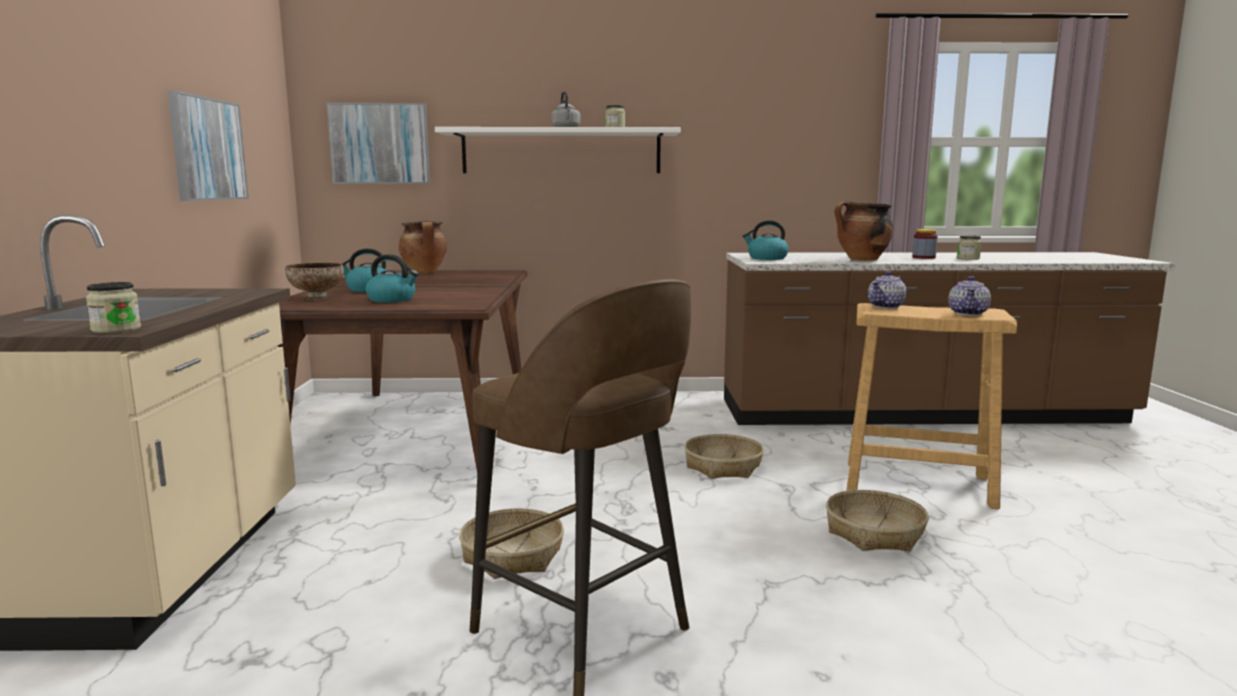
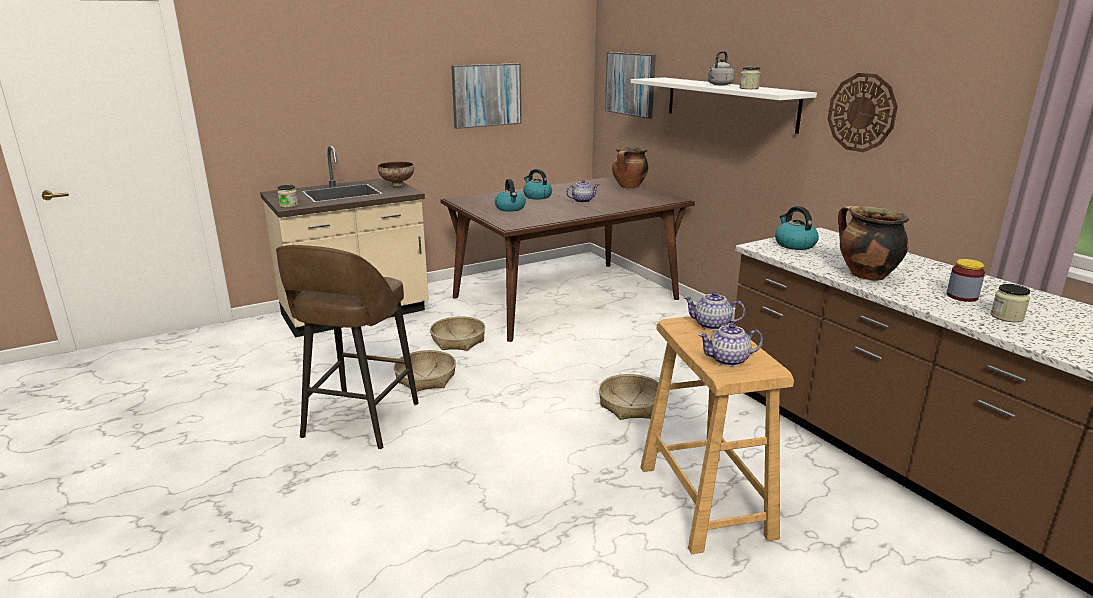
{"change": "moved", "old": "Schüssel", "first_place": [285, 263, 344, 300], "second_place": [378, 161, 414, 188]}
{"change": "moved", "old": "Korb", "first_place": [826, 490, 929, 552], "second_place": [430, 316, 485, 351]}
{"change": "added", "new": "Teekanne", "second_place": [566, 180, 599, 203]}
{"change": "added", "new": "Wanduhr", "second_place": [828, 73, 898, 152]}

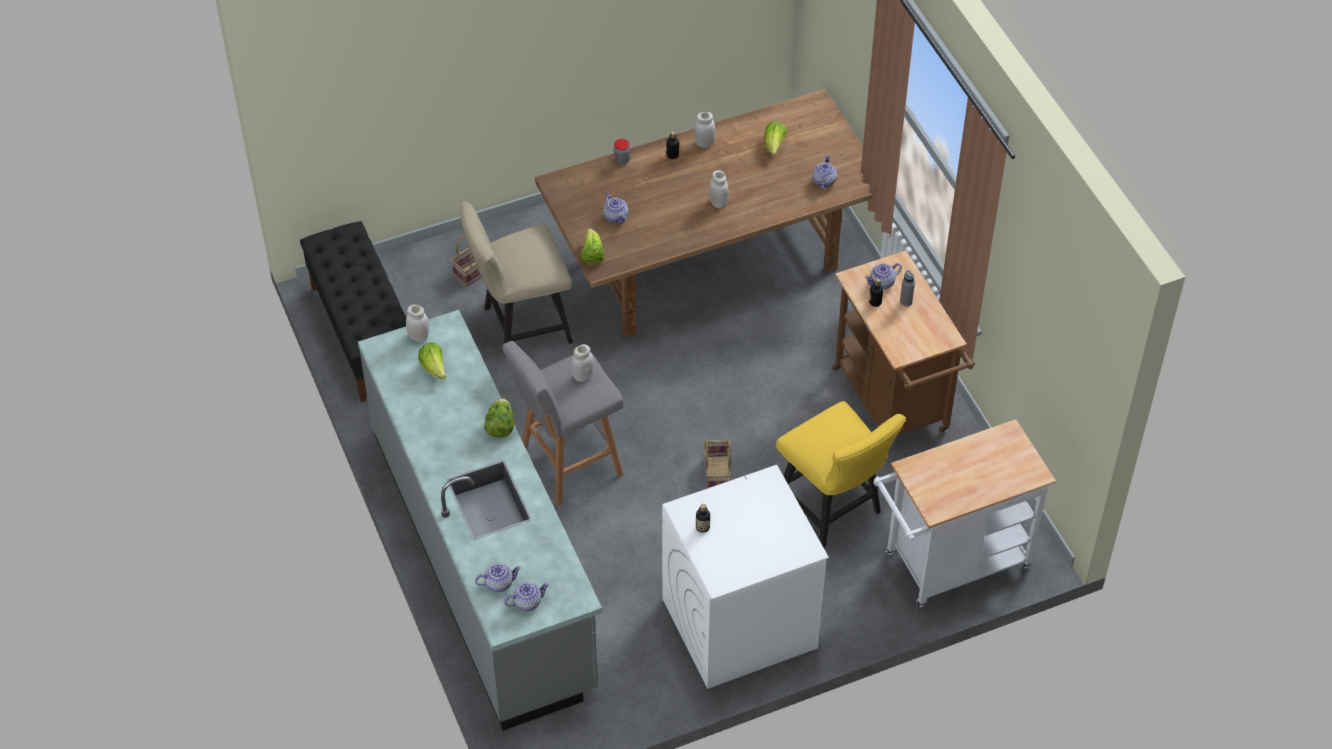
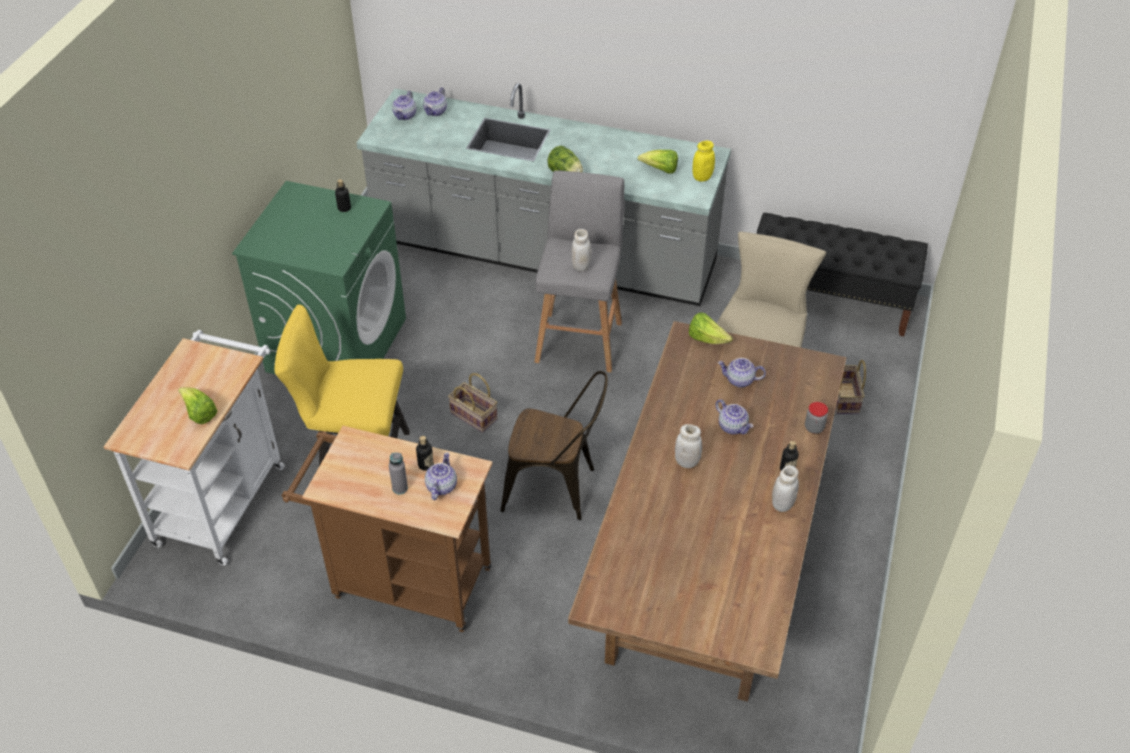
{"change": "recoloured", "old": "Vorratsglas (weiß)", "new": "Vorratsglas (gelb)", "first_place": [406, 304, 429, 342], "second_place": [692, 141, 715, 182]}
{"change": "recoloured", "old": "Waschmaschine (weiß)", "new": "Waschmaschine (grün)", "first_place": [662, 465, 829, 689], "second_place": [232, 181, 406, 375]}
{"change": "moved", "old": "Salatkopf", "first_place": [764, 121, 787, 156], "second_place": [178, 387, 218, 424]}
{"change": "moved", "old": "Teekanne", "first_place": [813, 155, 837, 190], "second_place": [716, 399, 753, 434]}
{"change": "added", "new": "Stuhl (braun)", "second_place": [500, 371, 608, 520]}

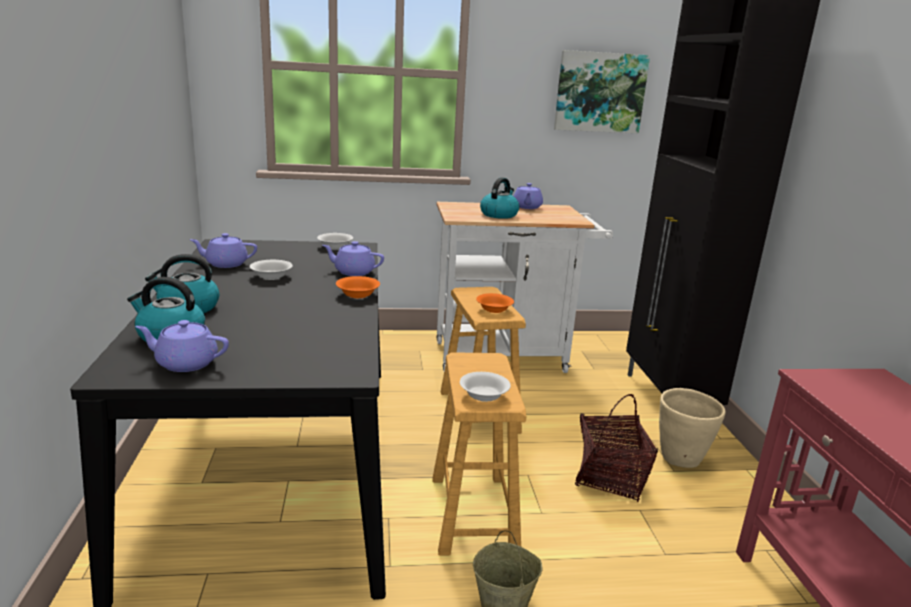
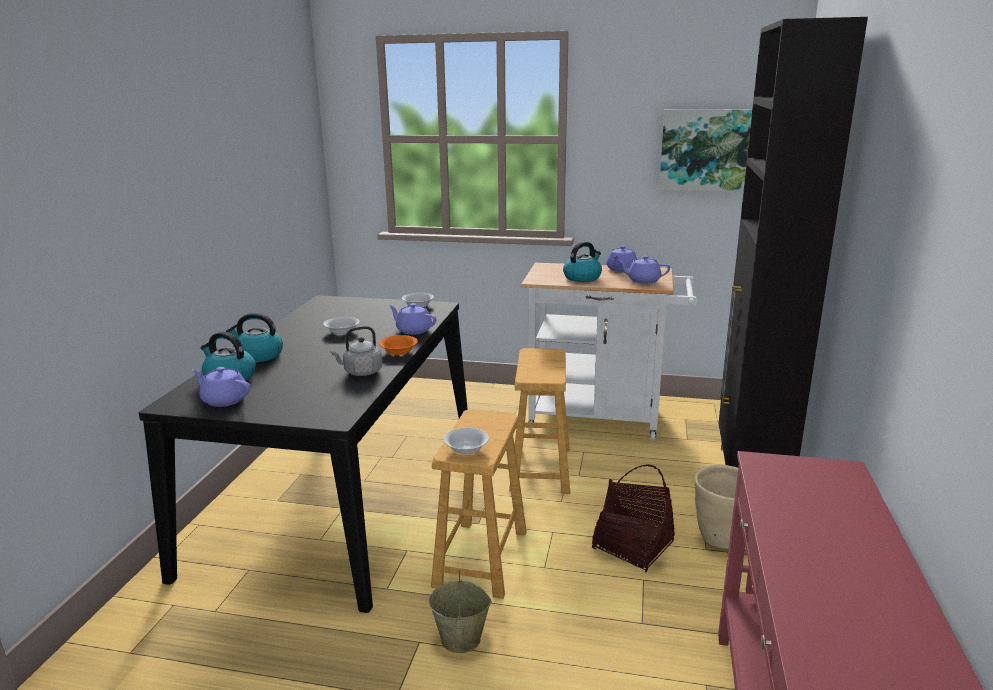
{"change": "moved", "old": "Teekanne (lila)", "first_place": [190, 233, 257, 268], "second_place": [617, 256, 670, 284]}
{"change": "removed", "old": "Schüssel (orange)", "first_place": [476, 293, 514, 313]}
{"change": "added", "new": "Wasserkessel (grau)", "second_place": [330, 326, 383, 376]}

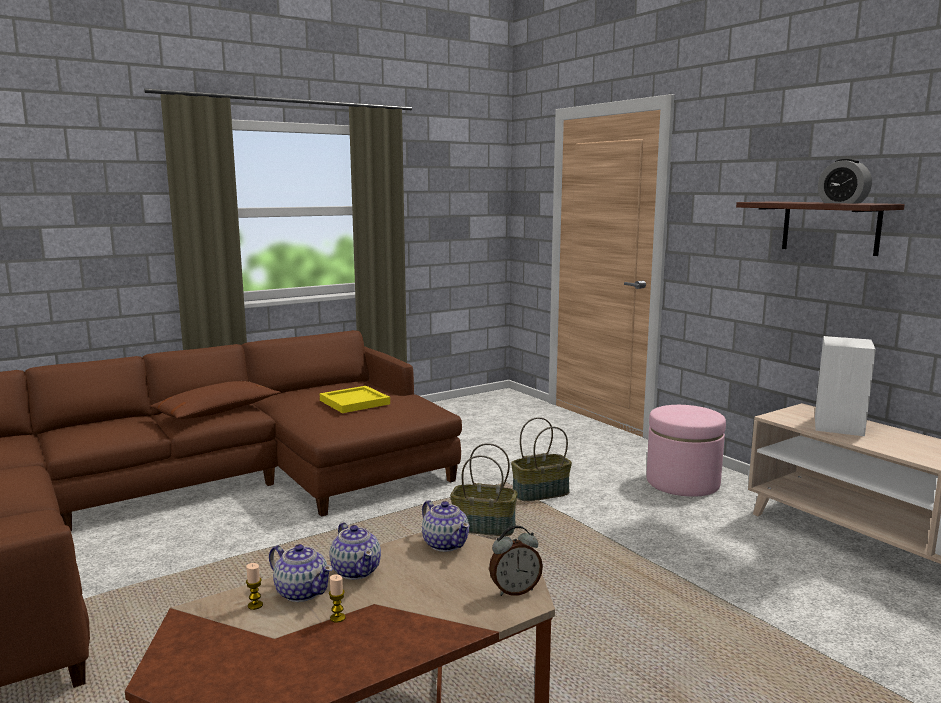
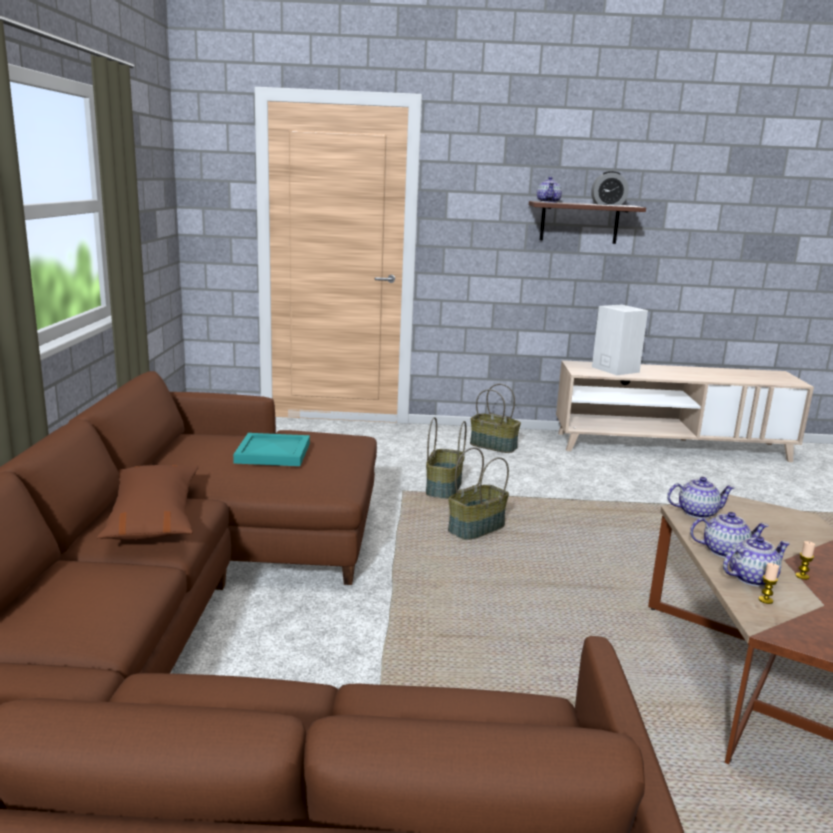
{"change": "recoloured", "old": "Tablett (gelb)", "new": "Tablett (türkis)", "first_place": [320, 386, 390, 413], "second_place": [233, 433, 310, 466]}
{"change": "removed", "old": "Wecker", "first_place": [489, 525, 543, 596]}
{"change": "replaced", "old": "Polsterhocker (rosa)", "new": "Korb", "first_place": [646, 405, 726, 497], "second_place": [470, 384, 521, 453]}
{"change": "added", "new": "Teekanne", "second_place": [537, 177, 562, 203]}

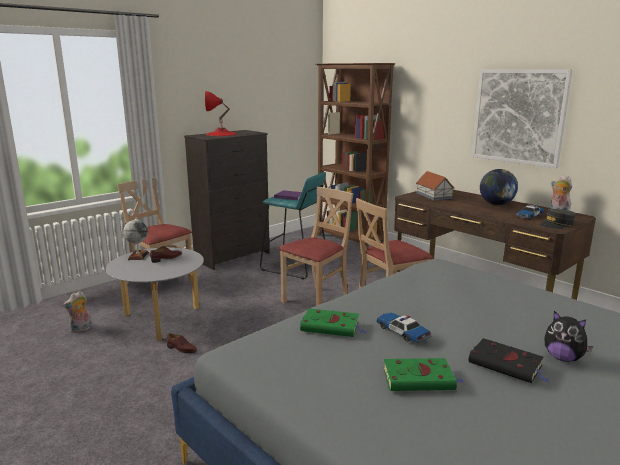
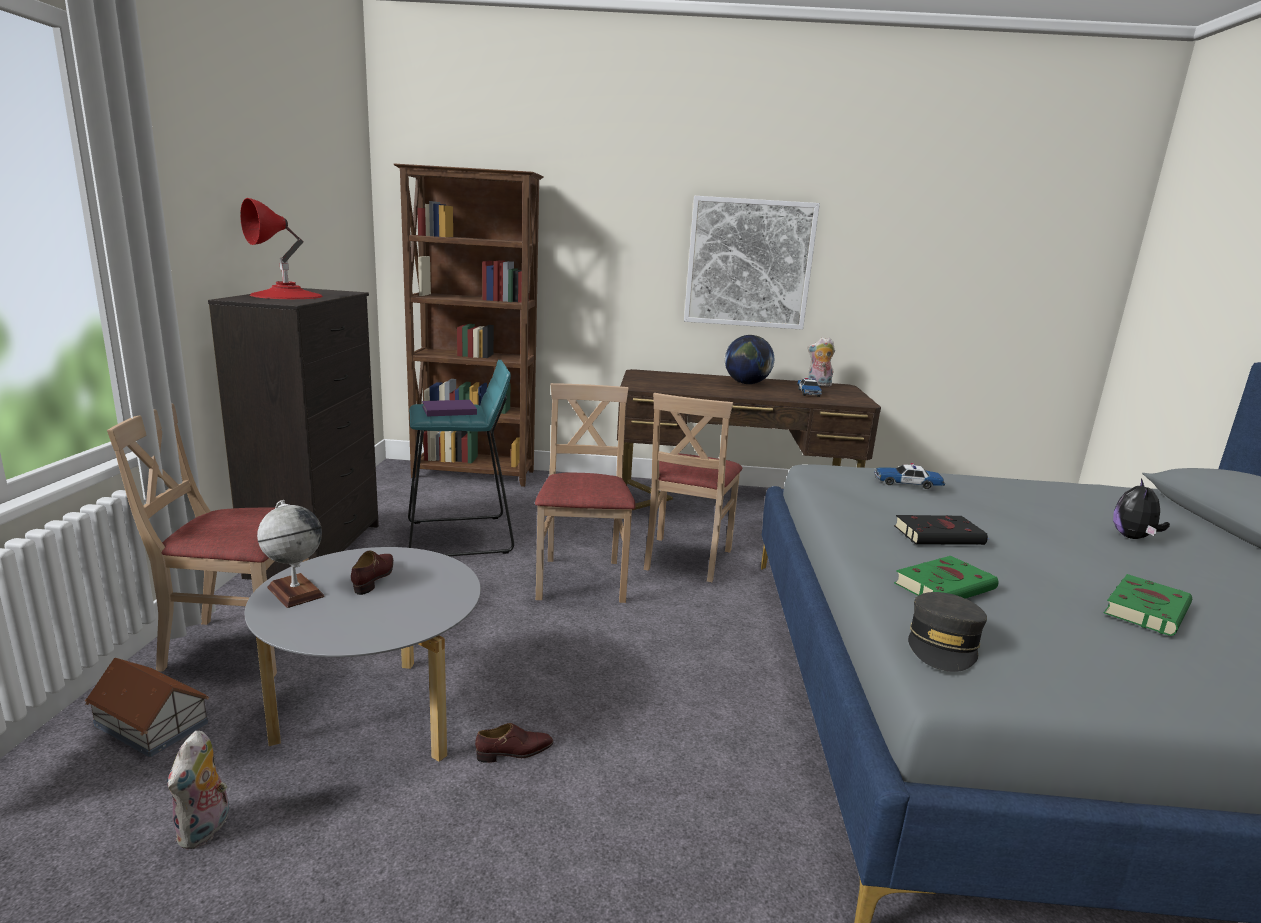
{"change": "moved", "old": "Spielzeugauto", "first_place": [376, 312, 432, 343], "second_place": [874, 463, 945, 489]}
{"change": "moved", "old": "Spielzeughaus", "first_place": [416, 171, 455, 200], "second_place": [85, 658, 209, 757]}
{"change": "moved", "old": "Buch (schwarz)", "first_place": [468, 338, 549, 383], "second_place": [894, 515, 988, 545]}
{"change": "moved", "old": "Kappe (grau)", "first_place": [539, 209, 576, 228], "second_place": [908, 592, 987, 672]}
{"change": "turned", "old": "Plüschtier", "first_place": [544, 311, 593, 362], "second_place": [1113, 478, 1170, 539], "degrees": 120}

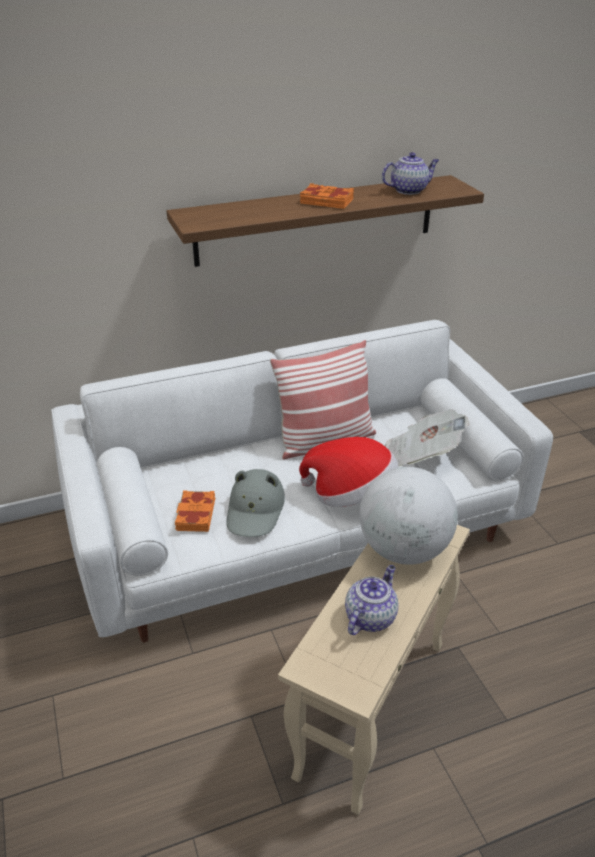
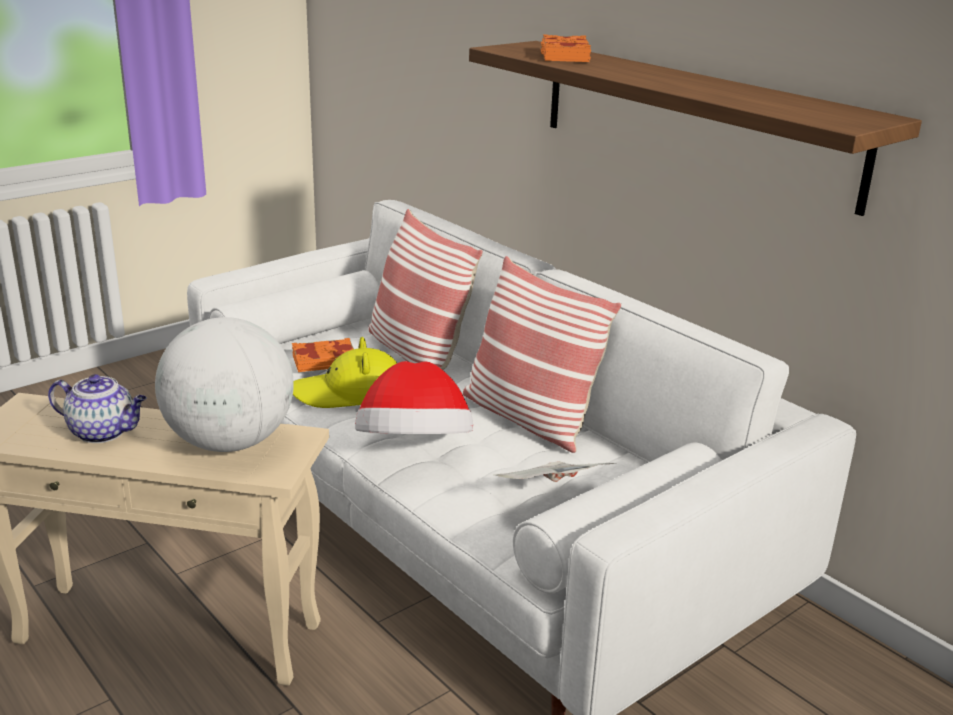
{"change": "recoloured", "old": "Hut (grau)", "new": "Hut (gelb)", "first_place": [227, 469, 285, 537], "second_place": [293, 337, 397, 408]}
{"change": "moved", "old": "Buch (orange)", "first_place": [300, 183, 354, 209], "second_place": [541, 34, 591, 62]}
{"change": "removed", "old": "Teekanne", "first_place": [382, 152, 439, 195]}
{"change": "added", "new": "Kissen", "second_place": [369, 209, 483, 371]}

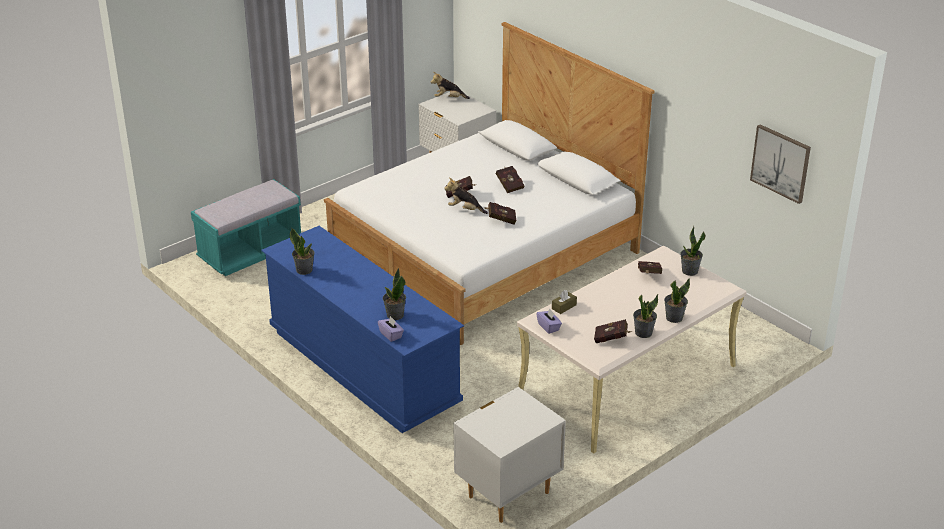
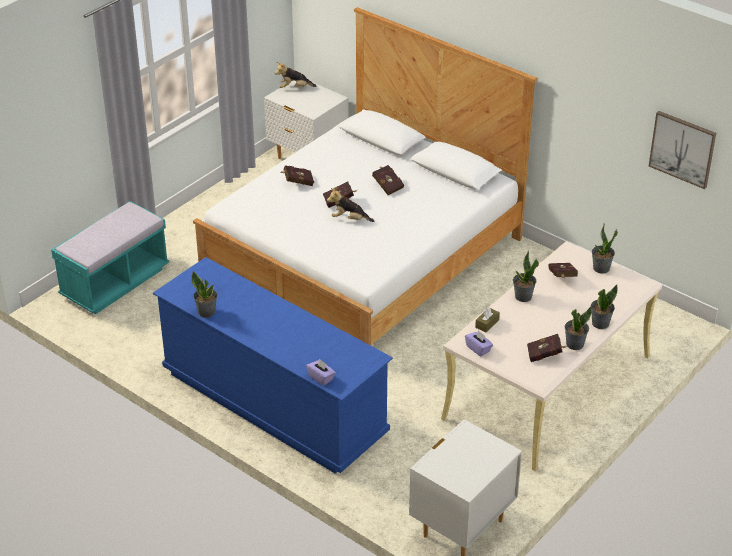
{"change": "moved", "old": "Topfpflanze", "first_place": [383, 268, 406, 320], "second_place": [513, 251, 539, 302]}
{"change": "moved", "old": "Buch (rot)", "first_place": [485, 202, 517, 225], "second_place": [281, 165, 314, 186]}

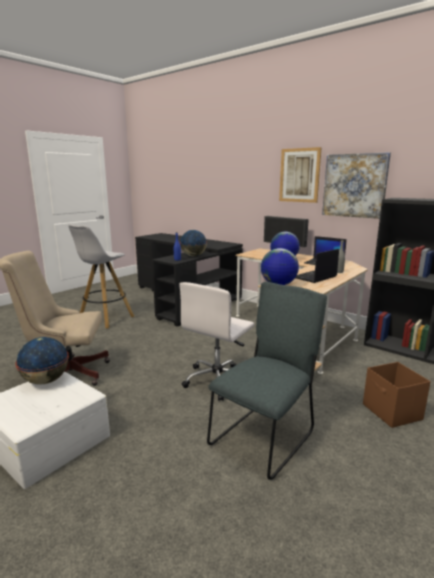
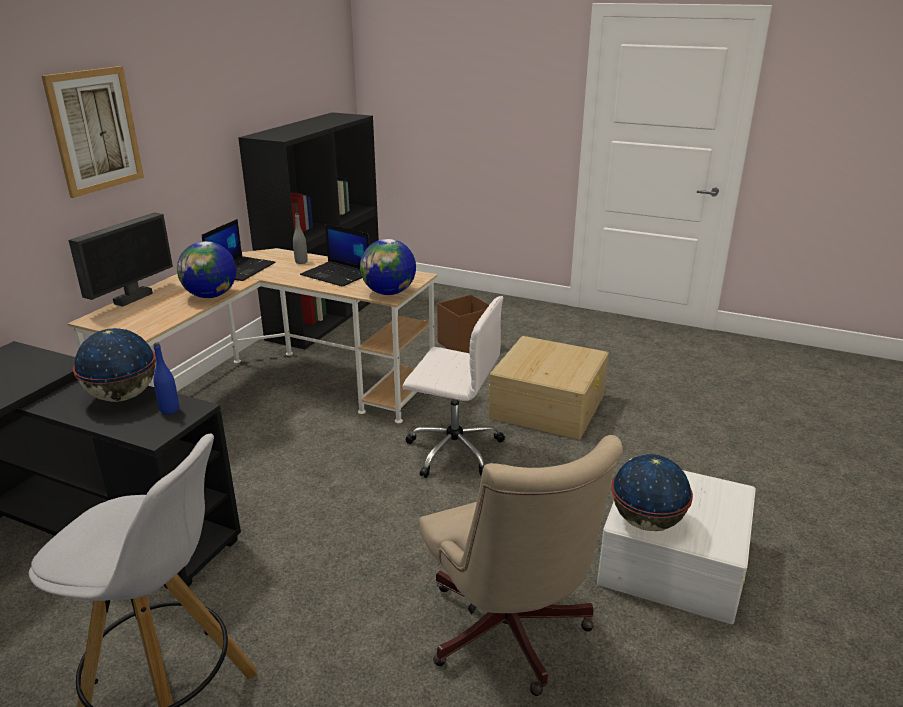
{"change": "replaced", "old": "Stuhl (grau)", "new": "Aufbewahrungsbox (beige)", "first_place": [207, 282, 327, 480], "second_place": [489, 336, 609, 440]}
{"change": "removed", "old": "Bild", "first_place": [322, 152, 391, 219]}

